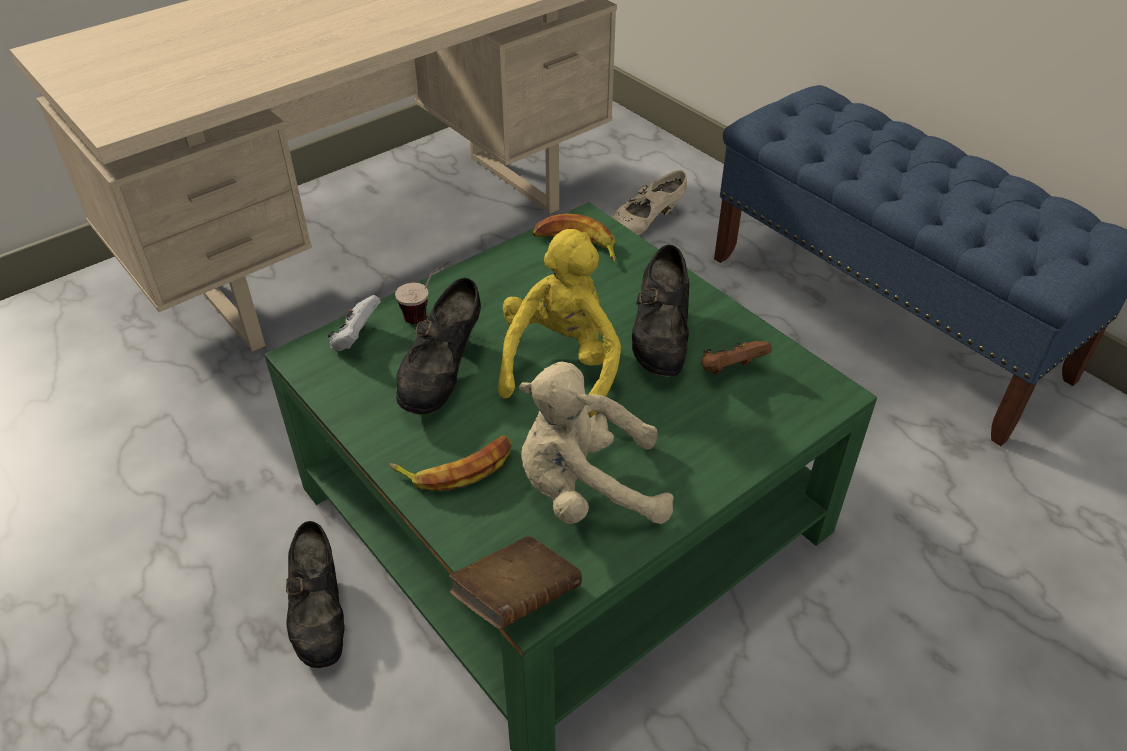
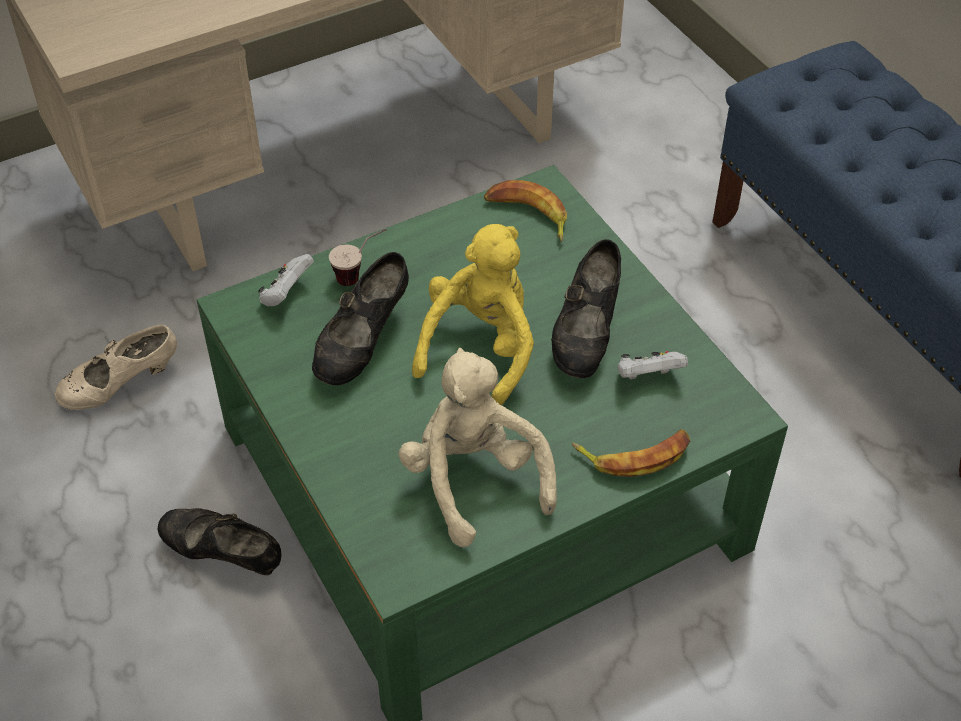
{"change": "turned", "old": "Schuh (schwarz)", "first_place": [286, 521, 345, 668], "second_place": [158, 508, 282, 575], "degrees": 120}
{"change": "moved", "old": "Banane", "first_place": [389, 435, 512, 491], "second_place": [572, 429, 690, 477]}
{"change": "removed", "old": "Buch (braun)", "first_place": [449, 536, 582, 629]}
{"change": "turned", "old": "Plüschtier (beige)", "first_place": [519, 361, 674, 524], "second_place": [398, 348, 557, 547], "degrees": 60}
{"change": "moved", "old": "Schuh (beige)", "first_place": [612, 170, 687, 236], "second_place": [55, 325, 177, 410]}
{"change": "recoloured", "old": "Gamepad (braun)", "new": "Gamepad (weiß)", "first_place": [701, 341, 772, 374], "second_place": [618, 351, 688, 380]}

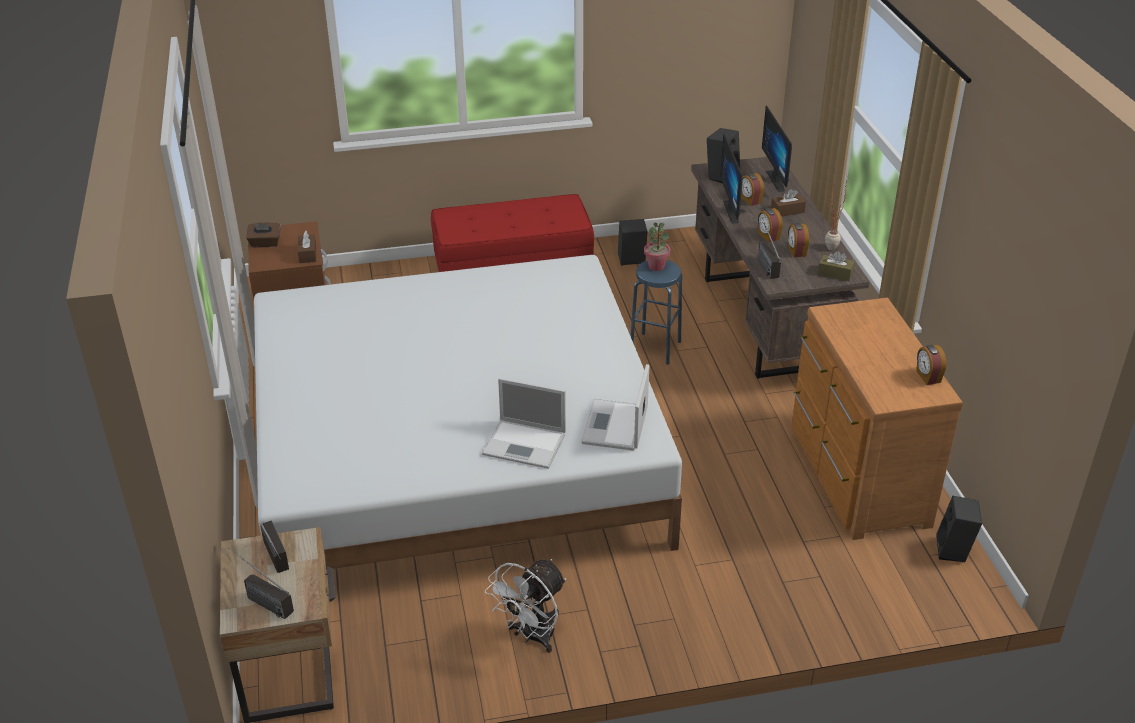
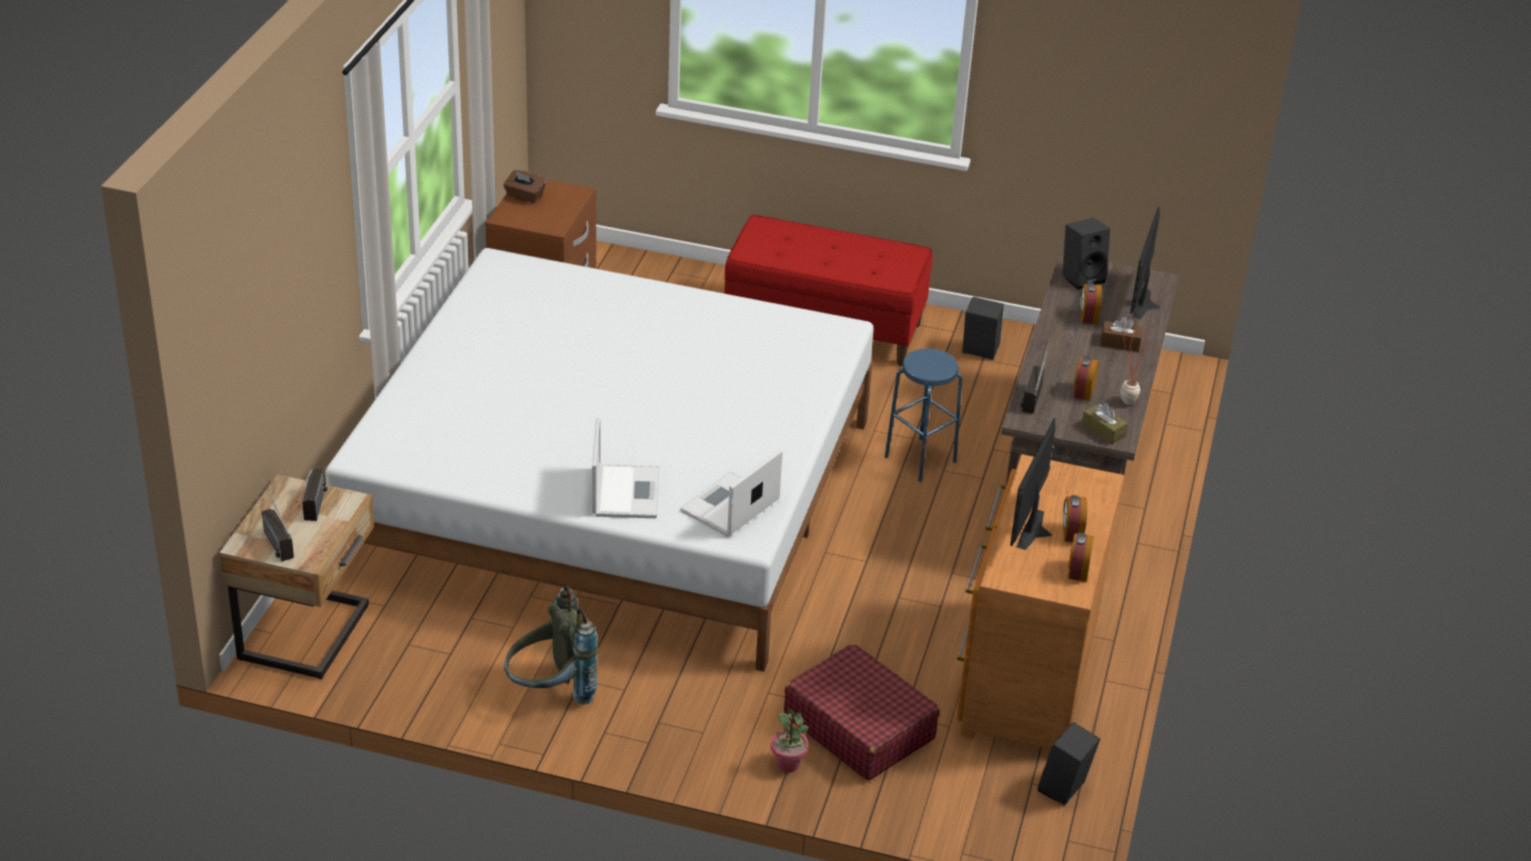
{"change": "removed", "old": "Taschentuchbox (braun)", "first_place": [298, 230, 316, 263]}
{"change": "turned", "old": "Laptop", "first_place": [482, 378, 566, 469], "second_place": [592, 417, 659, 518], "degrees": -135}
{"change": "replaced", "old": "Ventilator (weiß)", "new": "Rucksack (grau)", "first_place": [485, 559, 566, 653], "second_place": [504, 585, 598, 705]}
{"change": "moved", "old": "Topfpflanze", "first_place": [644, 223, 671, 271], "second_place": [771, 709, 808, 773]}
{"change": "moved", "old": "Monitor", "first_place": [720, 133, 746, 224], "second_place": [1010, 418, 1056, 550]}
{"change": "moved", "old": "Wecker", "first_place": [758, 208, 783, 243], "second_place": [1063, 495, 1087, 542]}
{"change": "added", "new": "Koffer (rot)", "second_place": [784, 643, 940, 780]}

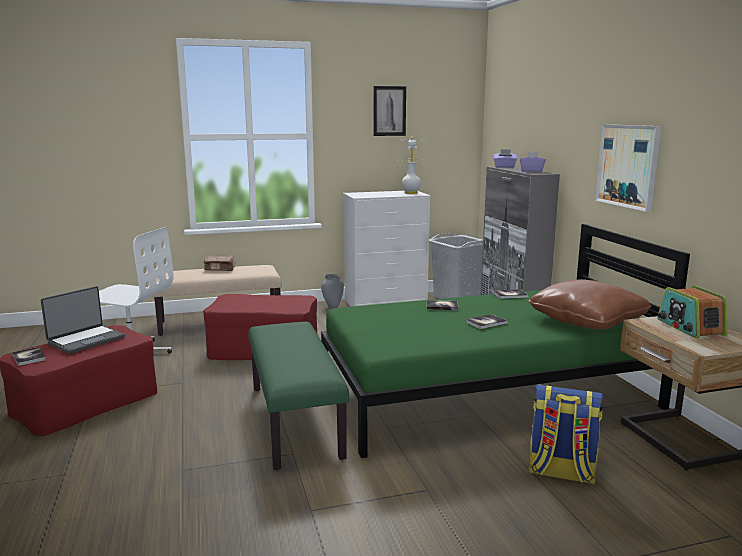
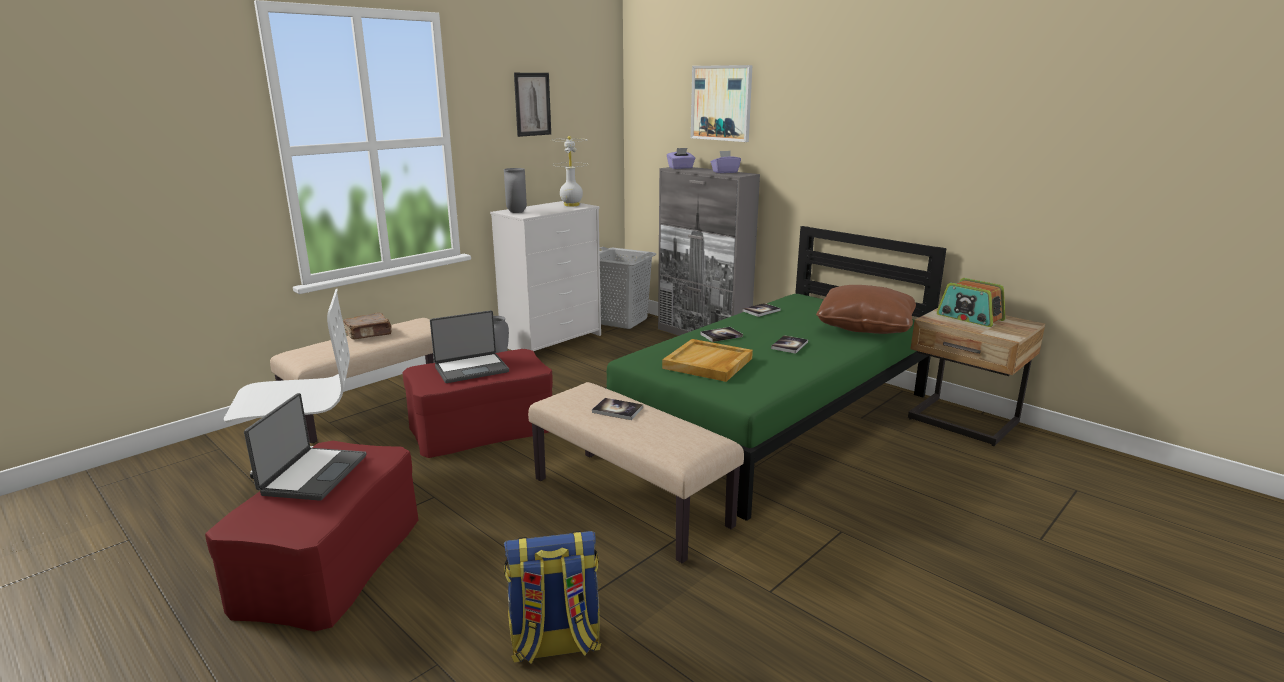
{"change": "moved", "old": "Buch", "first_place": [12, 347, 46, 366], "second_place": [592, 398, 643, 420]}
{"change": "recoloured", "old": "Bank (grün)", "new": "Bank (beige)", "first_place": [248, 322, 349, 470], "second_place": [528, 382, 744, 563]}
{"change": "moved", "old": "Rucksack", "first_place": [528, 385, 603, 484], "second_place": [504, 531, 601, 664]}
{"change": "moved", "old": "Bild", "first_place": [595, 124, 661, 212], "second_place": [691, 65, 752, 142]}
{"change": "added", "new": "Laptop", "second_place": [430, 310, 509, 383]}
{"change": "added", "new": "Vase (grau)", "second_place": [504, 168, 527, 213]}
{"change": "added", "new": "Tablett (beige)", "second_place": [662, 339, 753, 382]}

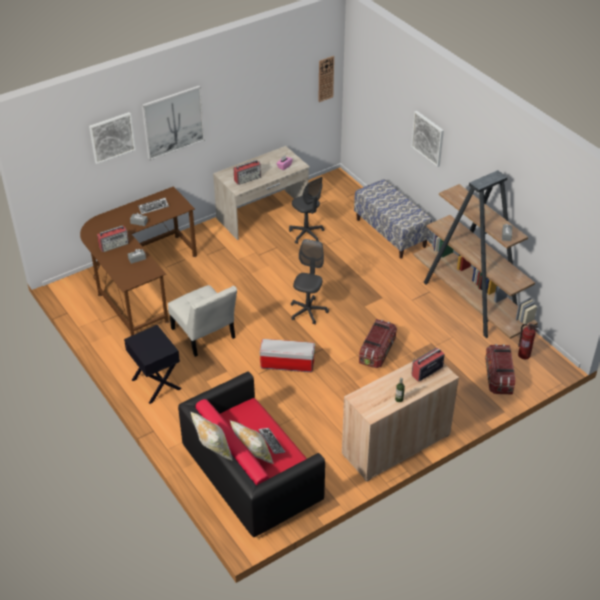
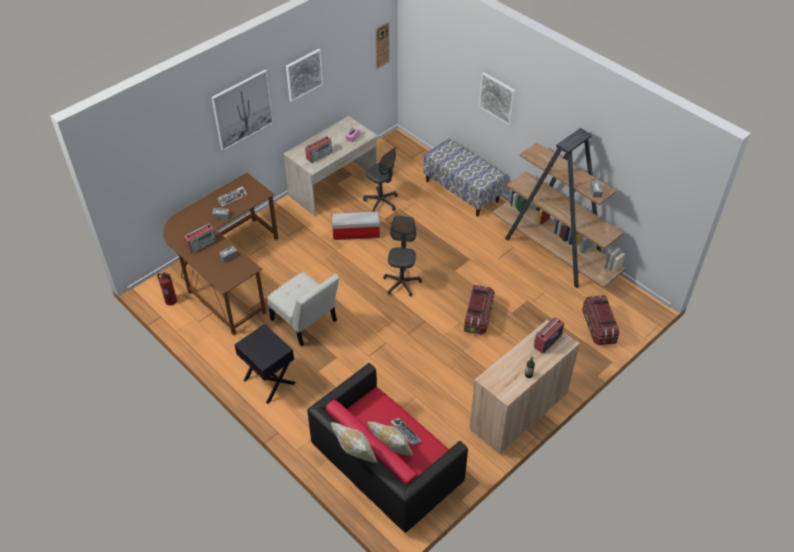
{"change": "moved", "old": "Bild", "first_place": [89, 112, 136, 164], "second_place": [286, 49, 323, 102]}
{"change": "moved", "old": "Aufbewahrungsbox", "first_place": [260, 339, 315, 372], "second_place": [332, 211, 380, 240]}
{"change": "moved", "old": "Feuerlöscher", "first_place": [518, 323, 538, 359], "second_place": [157, 272, 177, 305]}

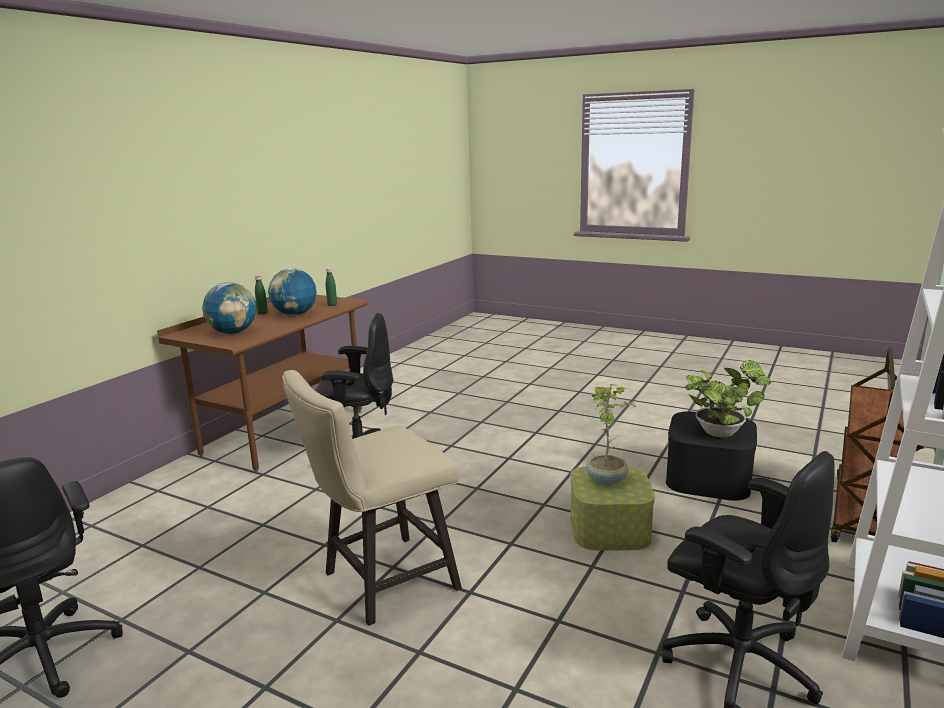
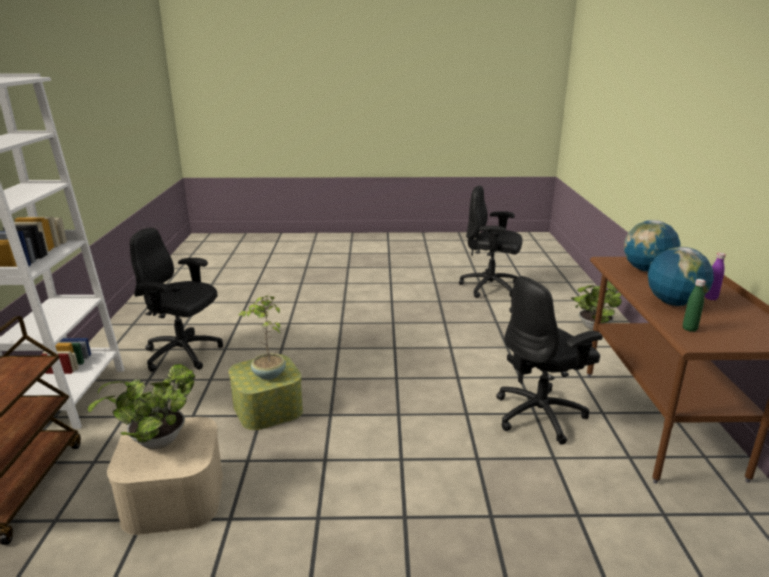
{"change": "recoloured", "old": "Flasche (grün)", "new": "Flasche (lila)", "first_place": [255, 275, 268, 315], "second_place": [705, 253, 726, 300]}
{"change": "removed", "old": "Stuhl (beige)", "first_place": [282, 370, 462, 626]}
{"change": "recoloured", "old": "Aufbewahrungsbox (schwarz)", "new": "Aufbewahrungsbox (beige)", "first_place": [666, 411, 757, 501], "second_place": [107, 417, 223, 535]}
{"change": "added", "new": "Topfpflanze", "second_place": [571, 281, 622, 330]}

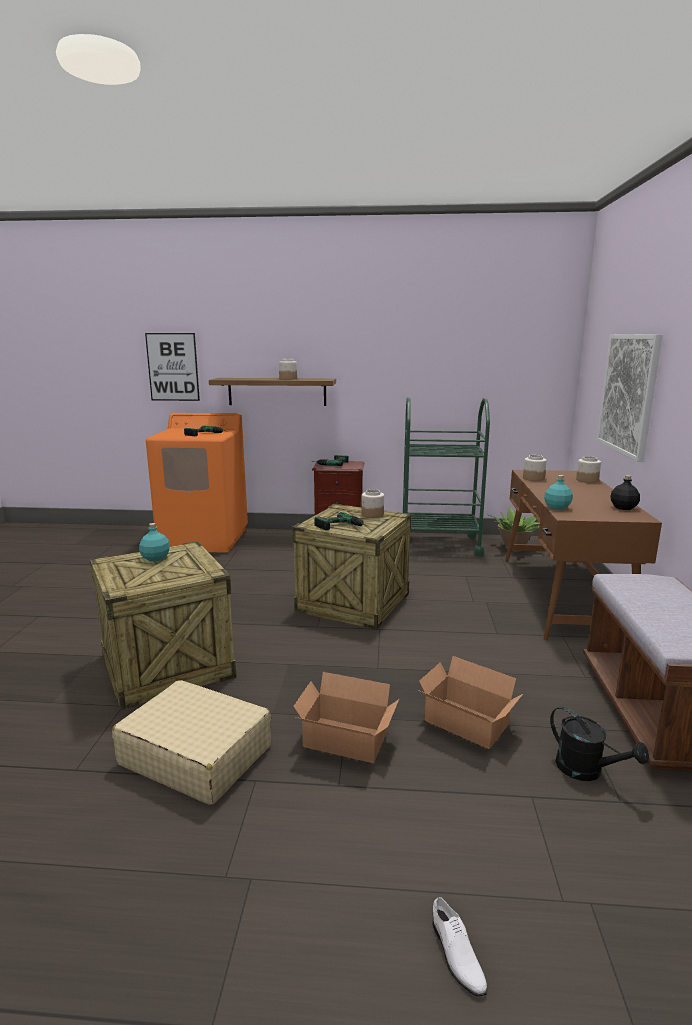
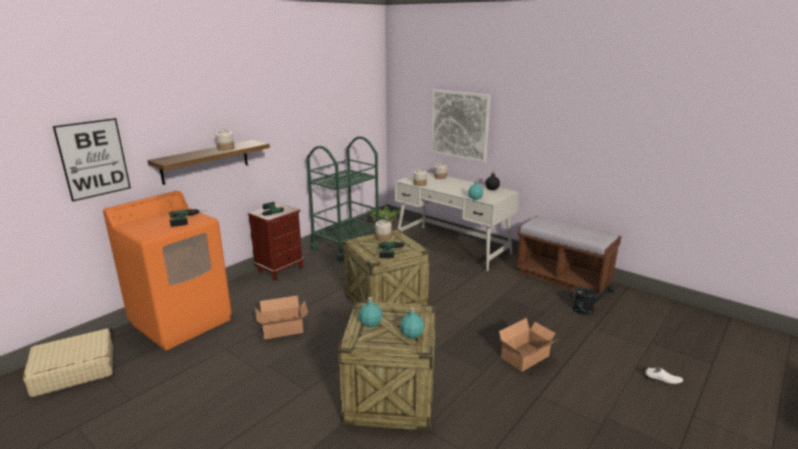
{"change": "moved", "old": "Koffer (beige)", "first_place": [112, 680, 271, 805], "second_place": [23, 329, 113, 397]}
{"change": "moved", "old": "Karton", "first_place": [418, 656, 523, 749], "second_place": [255, 295, 308, 339]}
{"change": "recoloured", "old": "Schreibtisch (braun)", "new": "Schreibtisch (weiß)", "first_place": [505, 470, 662, 641], "second_place": [395, 172, 519, 271]}
{"change": "added", "new": "Flasche (türkis)", "second_place": [400, 307, 424, 339]}

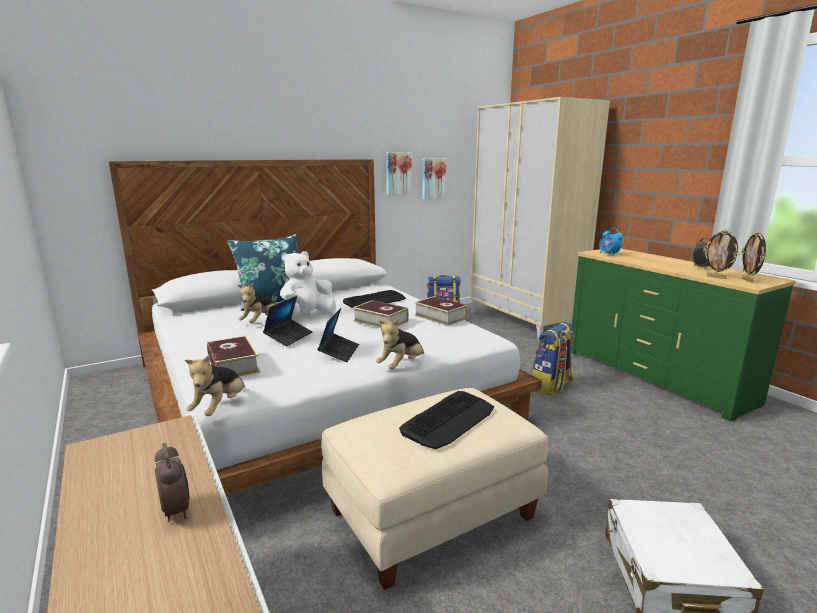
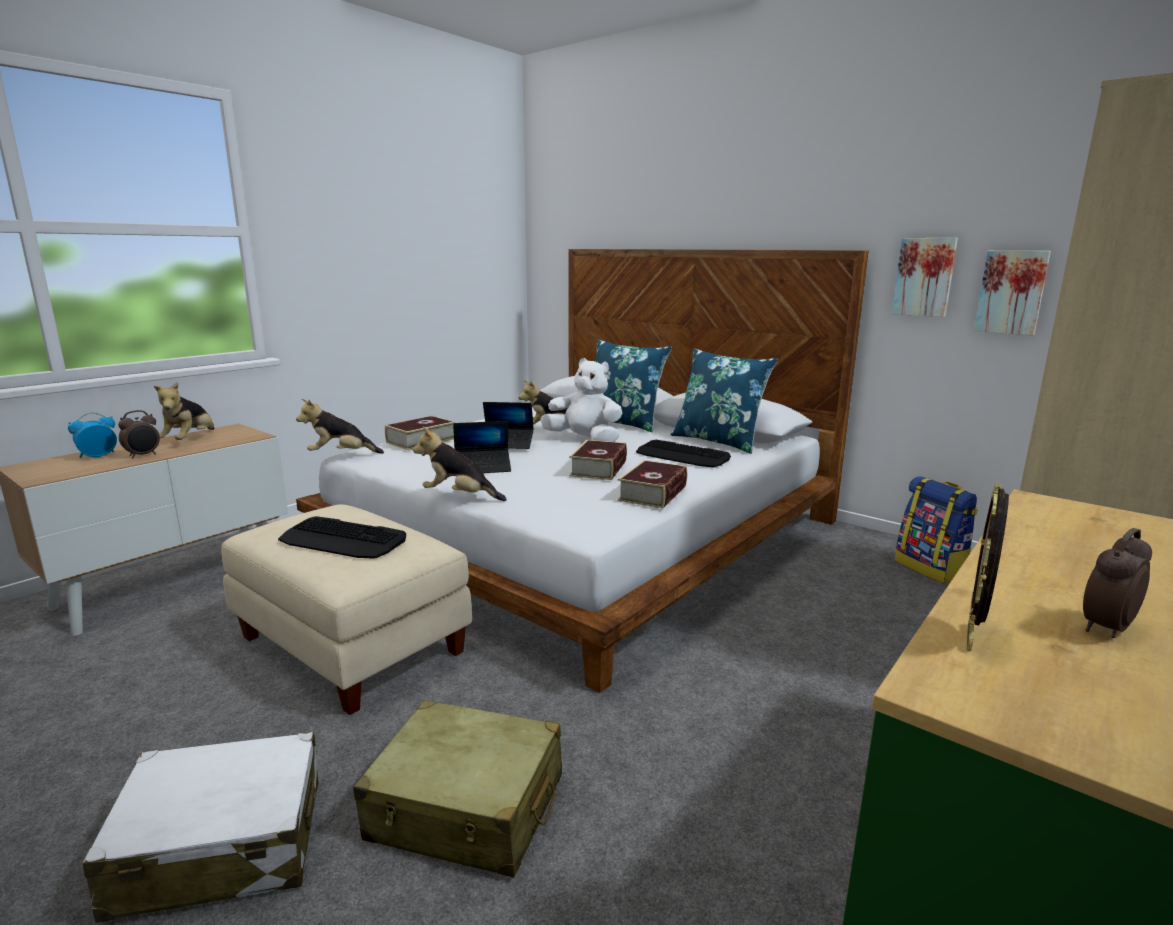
{"change": "removed", "old": "Rucksack", "first_place": [532, 322, 574, 396]}
{"change": "moved", "old": "Wecker", "first_place": [599, 228, 623, 256], "second_place": [68, 412, 117, 458]}
{"change": "removed", "old": "Bilderrahmen", "first_place": [741, 231, 766, 283]}
{"change": "added", "new": "Plüschtier", "second_place": [154, 382, 214, 440]}
{"change": "added", "new": "Koffer (beige)", "second_place": [354, 700, 562, 878]}
{"change": "added", "new": "Kissen (blau)", "second_place": [671, 349, 778, 454]}

